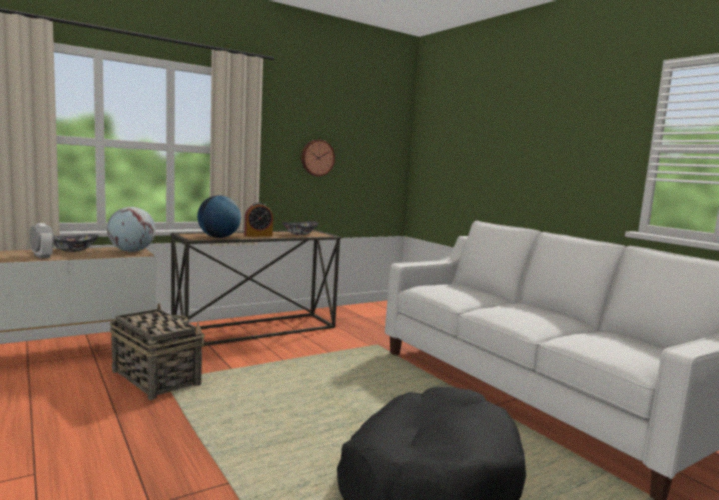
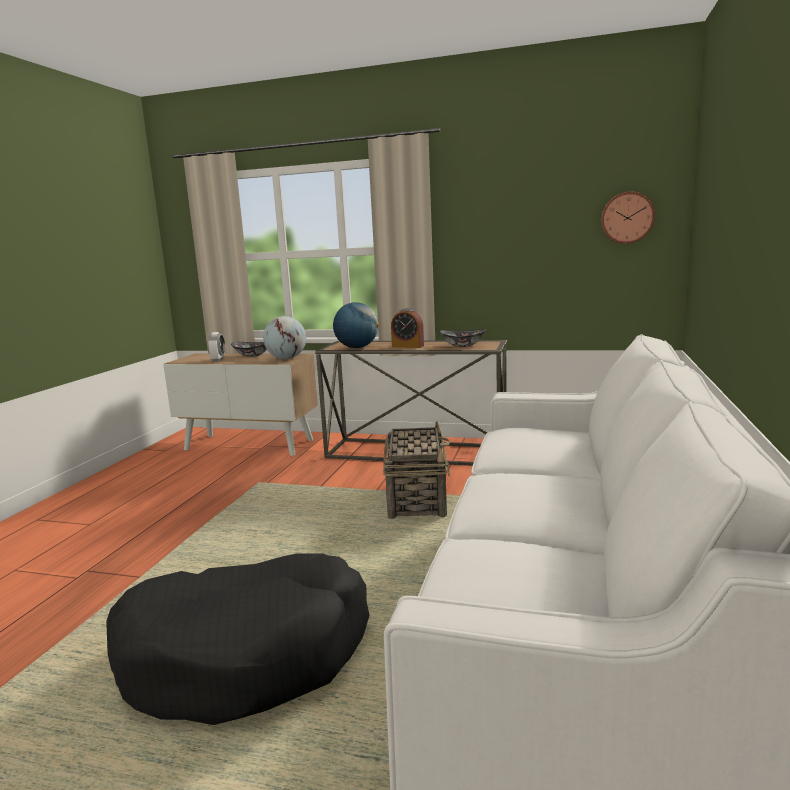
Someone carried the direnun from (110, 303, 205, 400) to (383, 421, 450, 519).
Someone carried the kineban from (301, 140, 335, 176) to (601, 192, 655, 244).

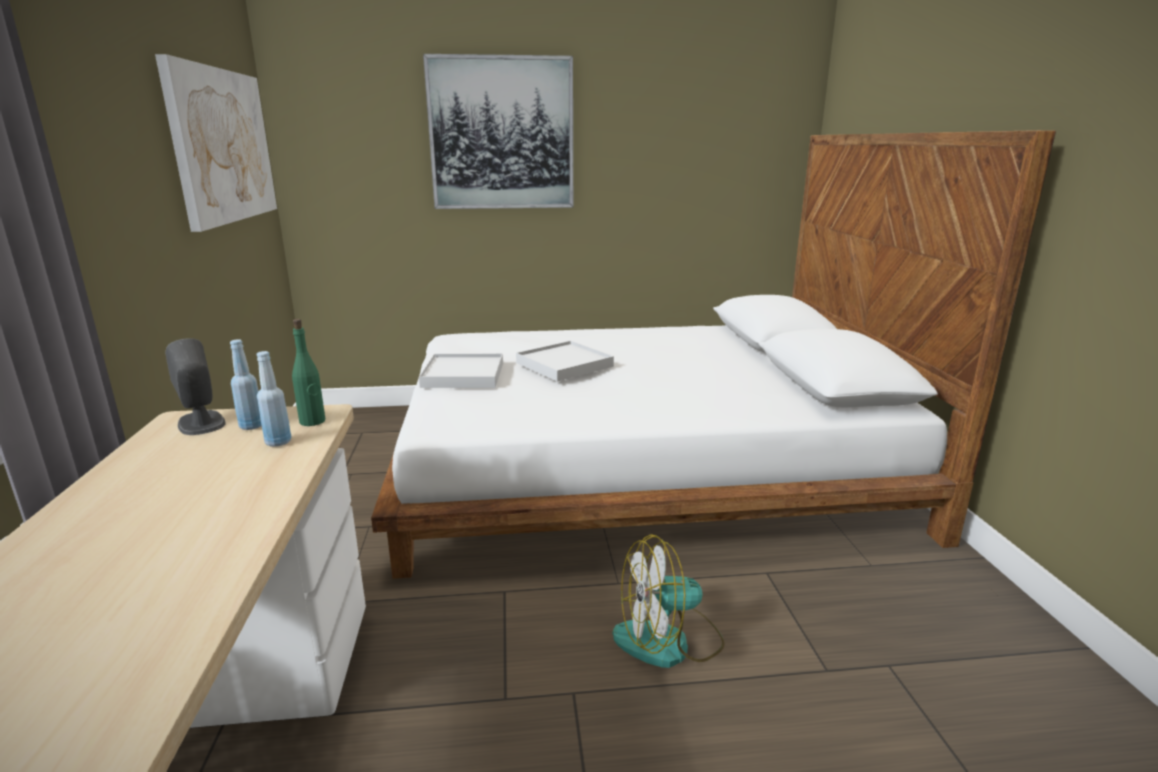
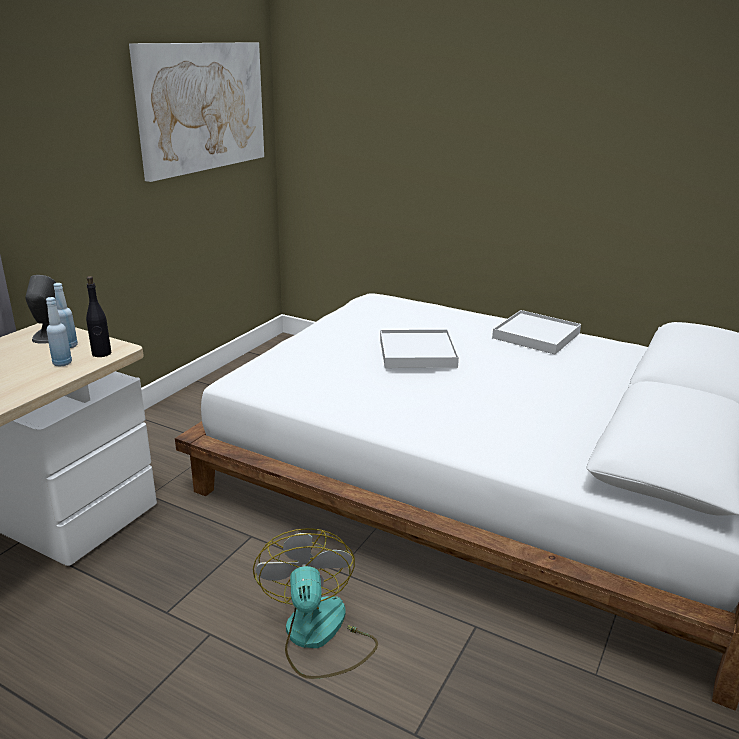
Someone took away the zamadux at (423, 54, 573, 209).
Someone carried the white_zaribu from (419, 354, 503, 388) to (492, 310, 581, 354).
Someone repainted the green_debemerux at (292, 319, 325, 426), which became the black_debemerux at (86, 276, 111, 357).
Someone rotated the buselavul at (612, 534, 725, 668) by 60 degrees clockwise.

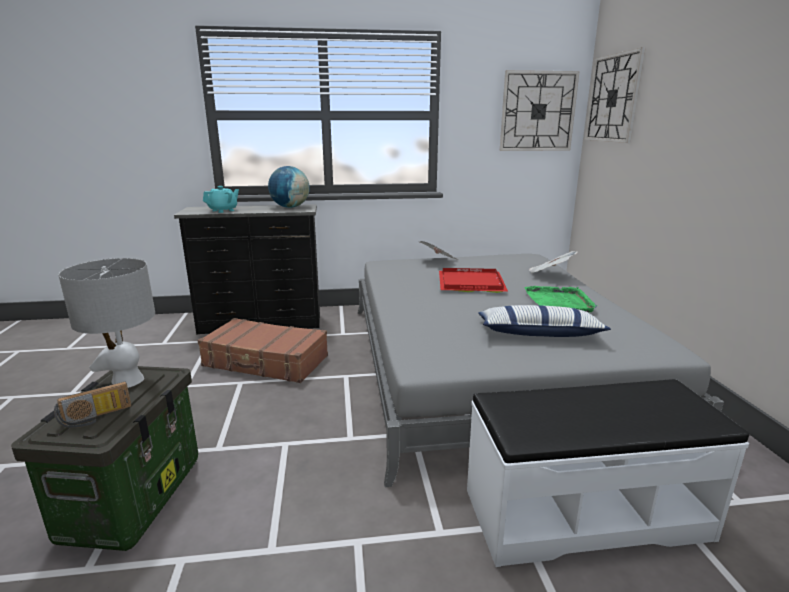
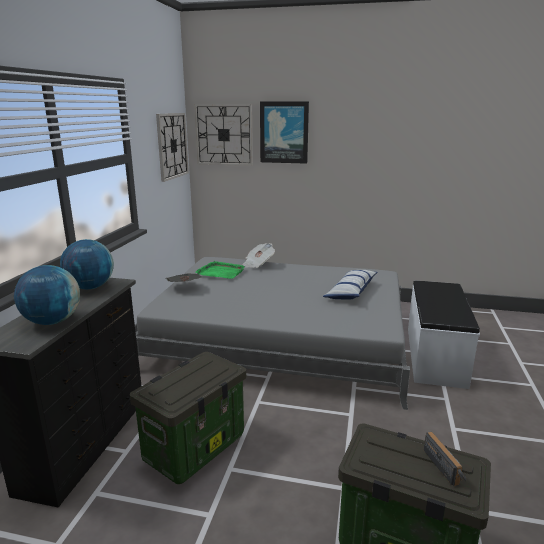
Someone took away the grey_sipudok at (58, 258, 155, 388).
Someone took away the red_zaribu at (439, 268, 508, 293).
Someone put up the zamadux at (260, 101, 309, 164).
Someone carried the green_zaribu from (524, 286, 597, 313) to (196, 261, 245, 279).
Someone swapped the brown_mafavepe at (198, 318, 328, 383) for the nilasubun at (130, 352, 246, 484).
Someone swapped the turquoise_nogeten at (203, 186, 239, 213) for the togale at (14, 265, 80, 325).

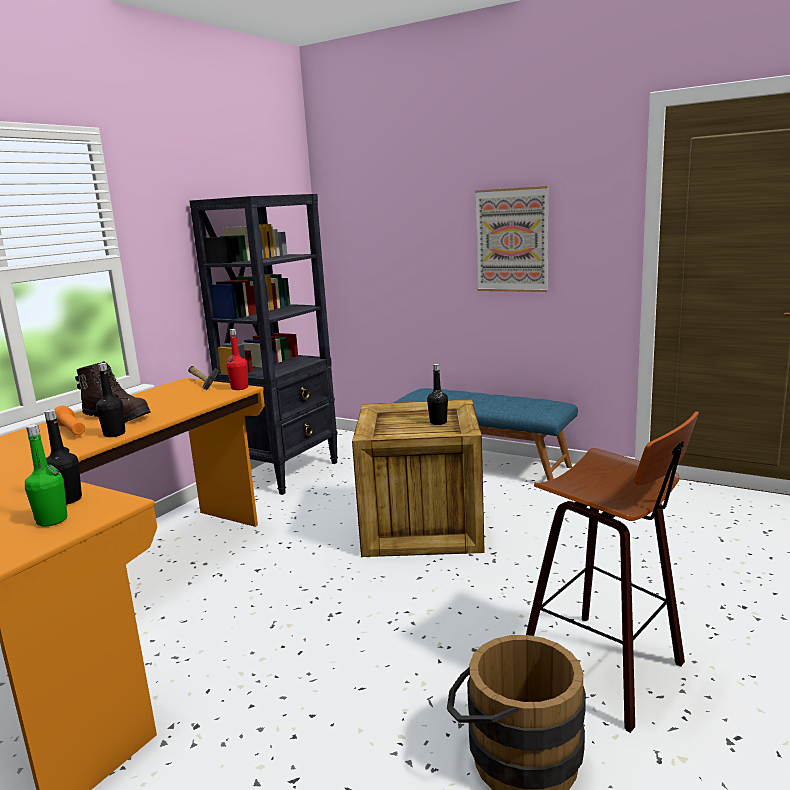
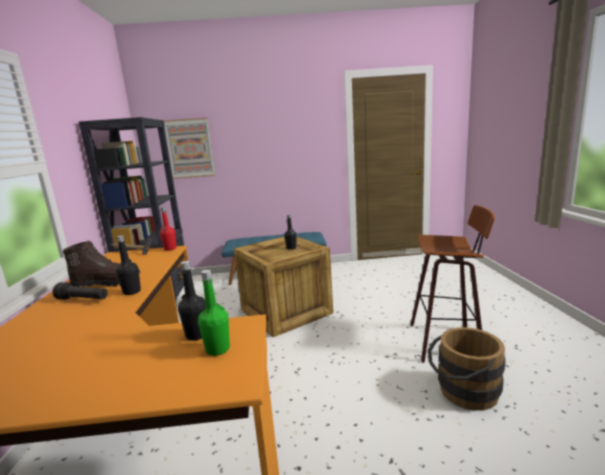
Someone carried the zamadux from (475, 186, 549, 292) to (164, 118, 215, 179).
Someone repainted the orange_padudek at (55, 406, 85, 435), which became the black_padudek at (53, 282, 108, 300).

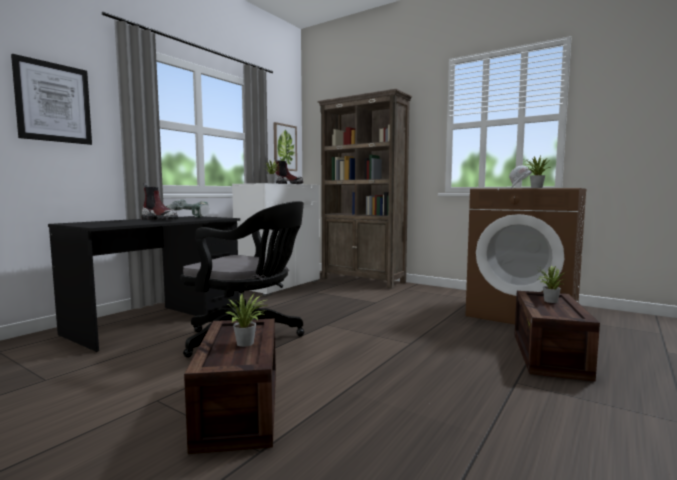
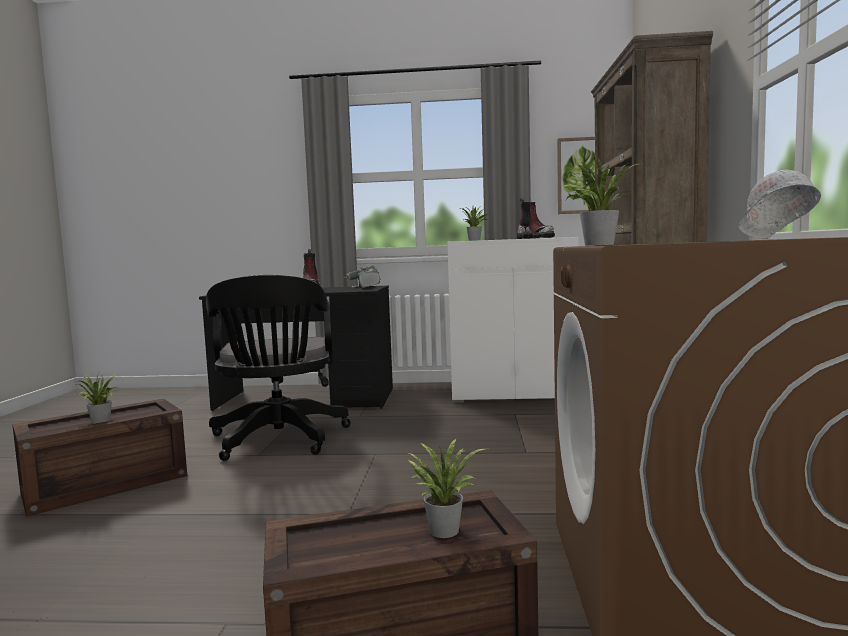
Someone took away the zamadux at (11, 54, 92, 145).

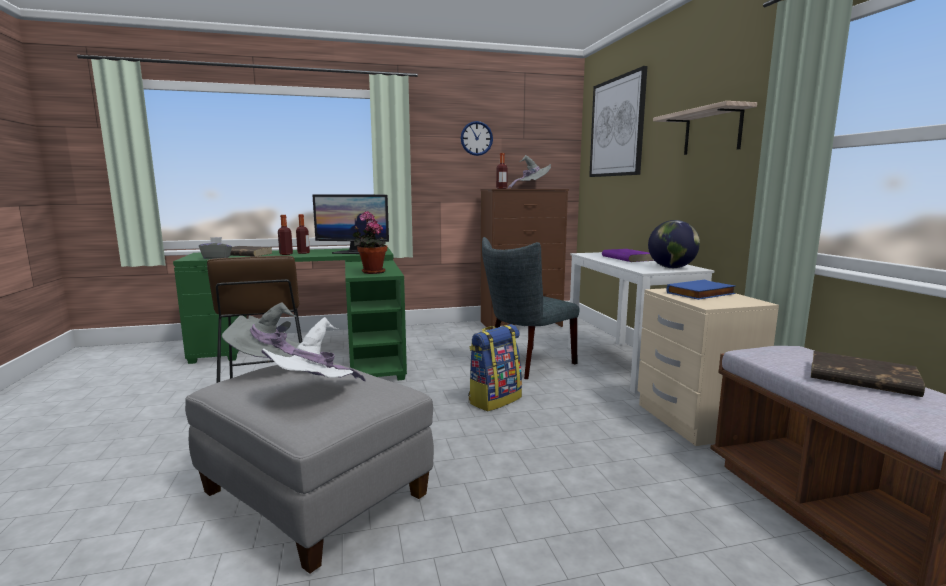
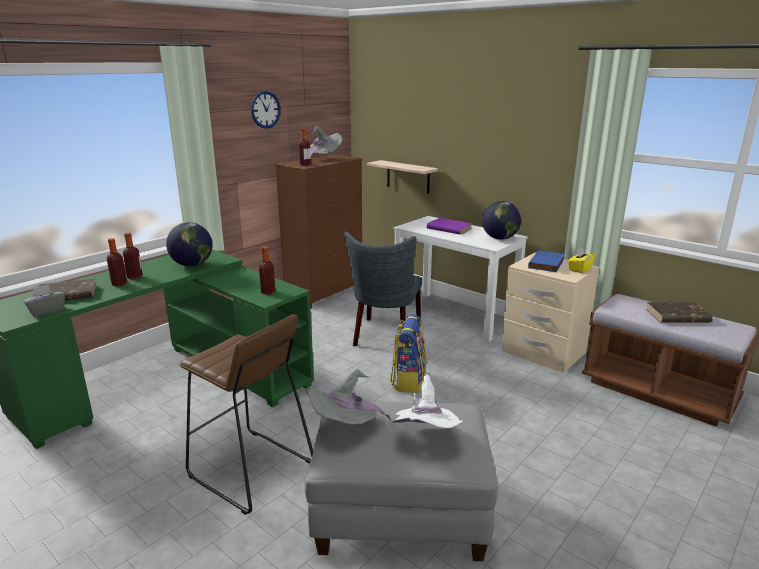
Someone took away the zamadux at (589, 66, 647, 177).
Someone put down the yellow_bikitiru at (568, 248, 595, 273).
Someone carried the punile from (653, 101, 757, 155) to (367, 160, 438, 194).
Someone swapped the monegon at (312, 195, 389, 254) for the togale at (166, 222, 213, 266).
Someone swapped the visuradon at (352, 211, 387, 274) for the debemerux at (259, 246, 276, 295).

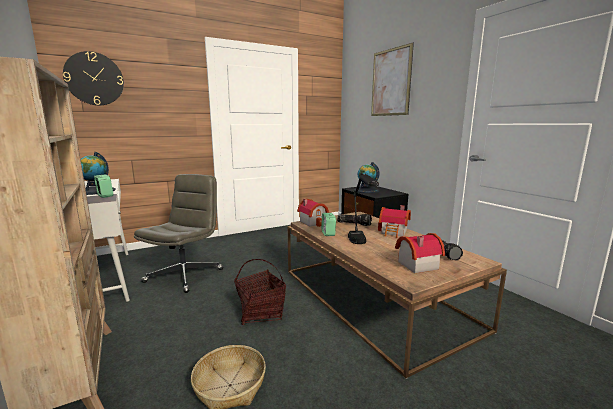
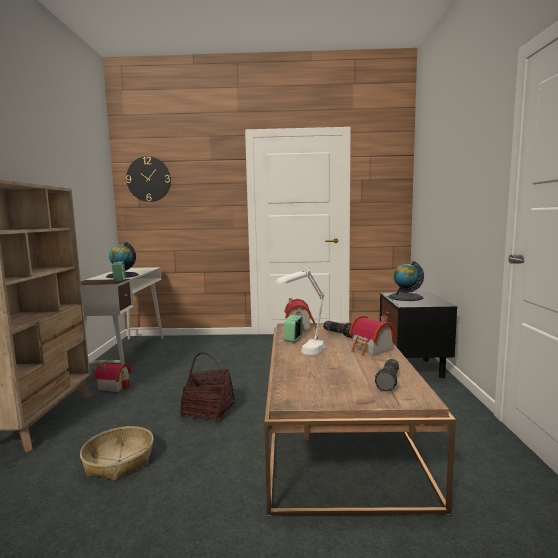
Someone took away the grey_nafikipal at (134, 174, 224, 293).
Someone took away the zamadux at (371, 43, 414, 116).
Someone carried the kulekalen from (395, 233, 445, 273) to (94, 362, 132, 392).
Someone repainted the black_sipudok at (348, 171, 379, 244), which became the white_sipudok at (275, 268, 327, 355).

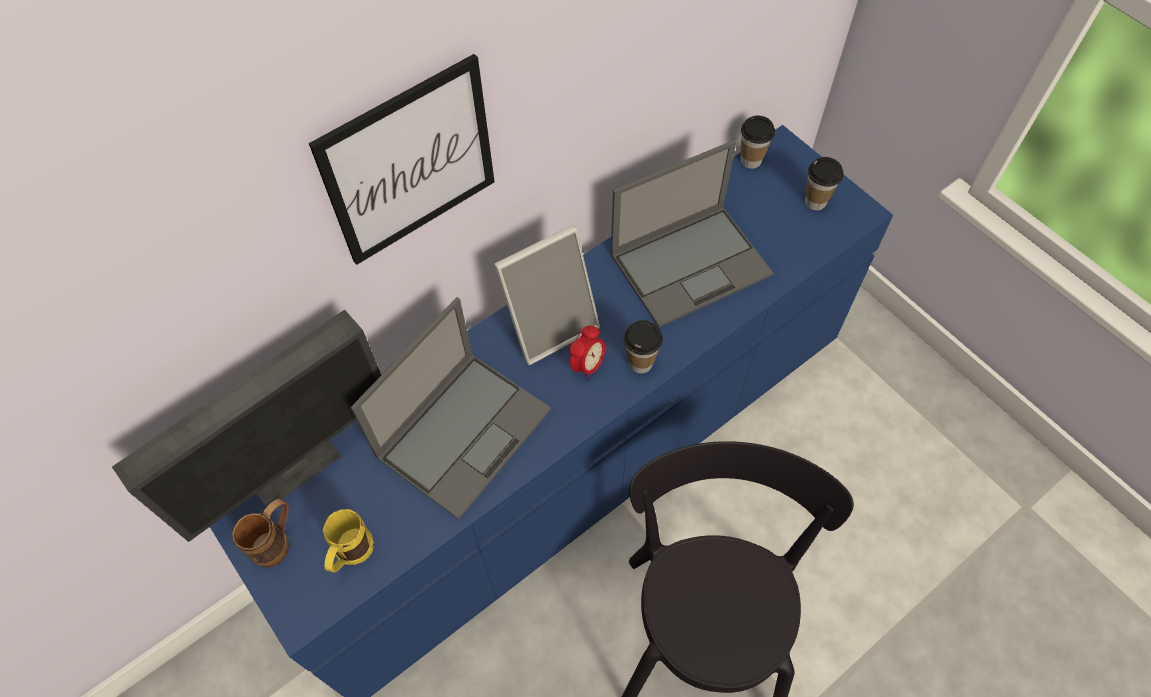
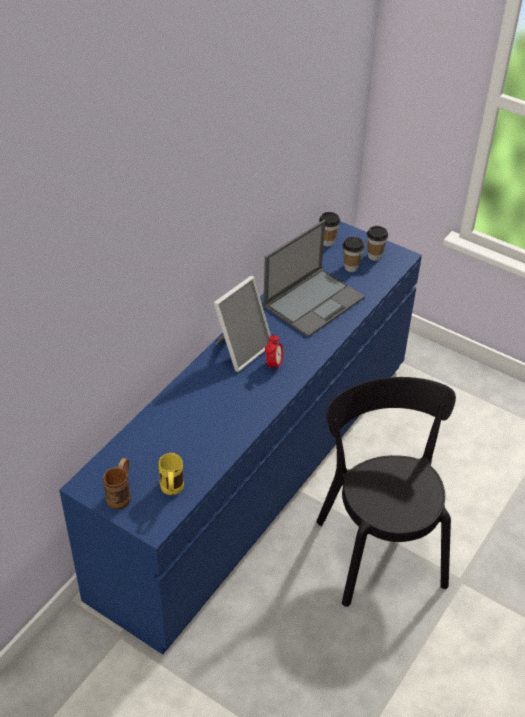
Someone took away the monegon at (112, 310, 381, 542).
Someone took away the zamadux at (309, 54, 495, 265).
Someone took away the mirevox at (350, 297, 551, 520).
Someone carried the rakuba from (624, 320, 663, 373) to (343, 237, 364, 272).

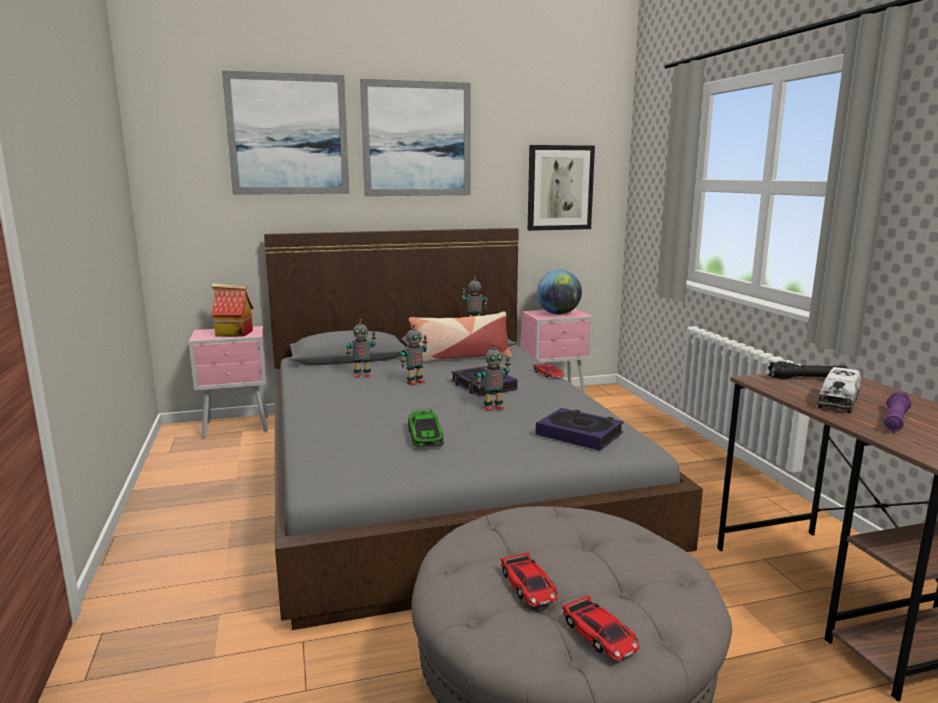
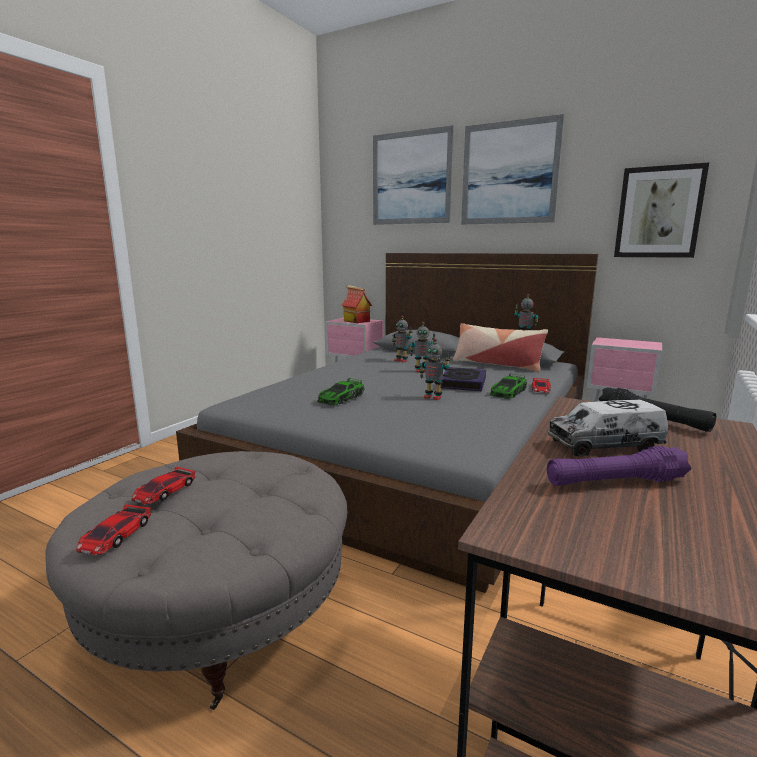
Someone took away the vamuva at (536, 408, 624, 450).
Someone took away the togale at (537, 270, 582, 314).
Someone put down the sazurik at (490, 373, 527, 399).

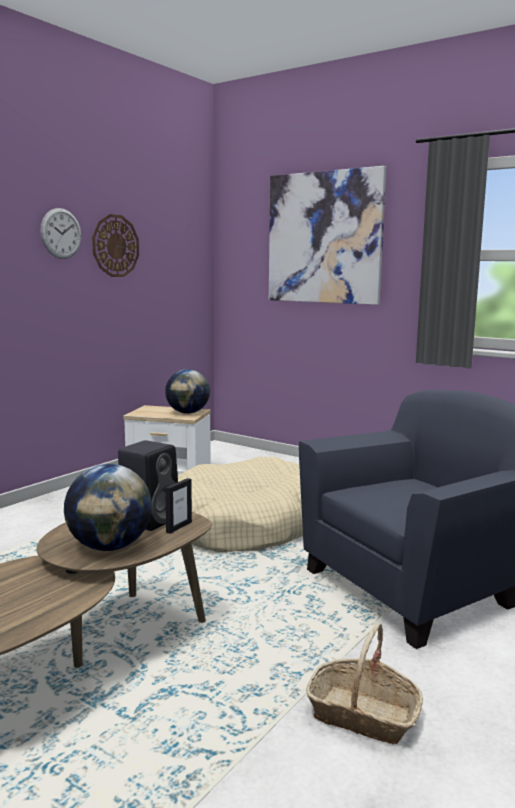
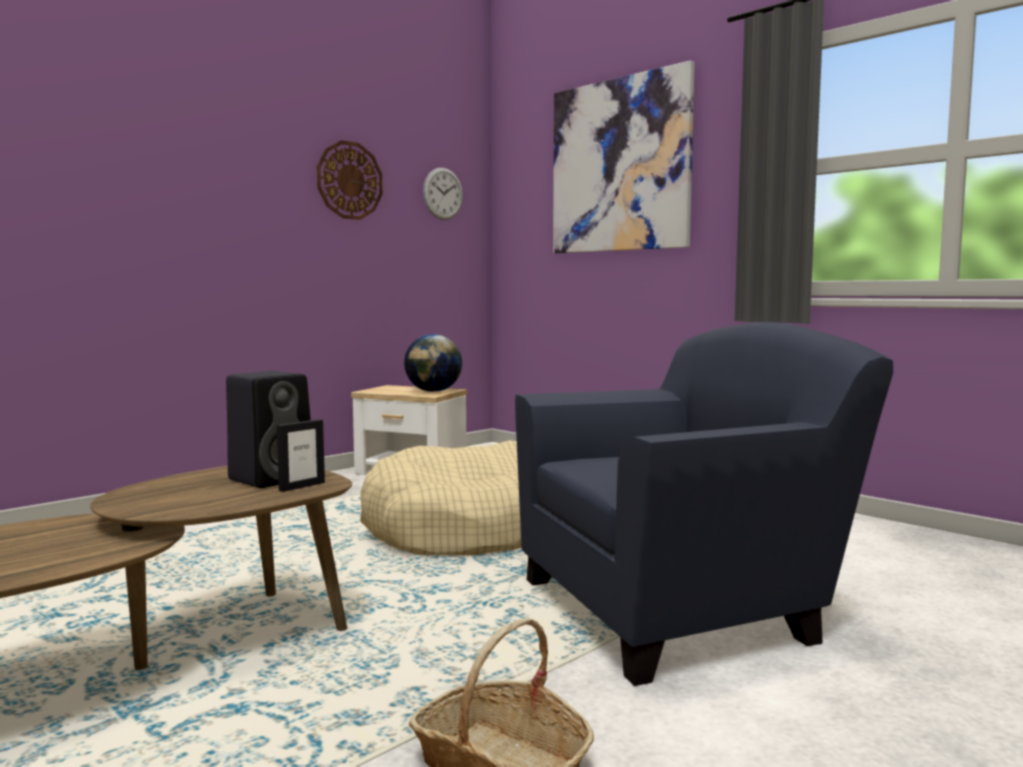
Someone took away the togale at (64, 464, 152, 551).
Someone carried the kineban from (40, 208, 81, 259) to (423, 168, 463, 220).

